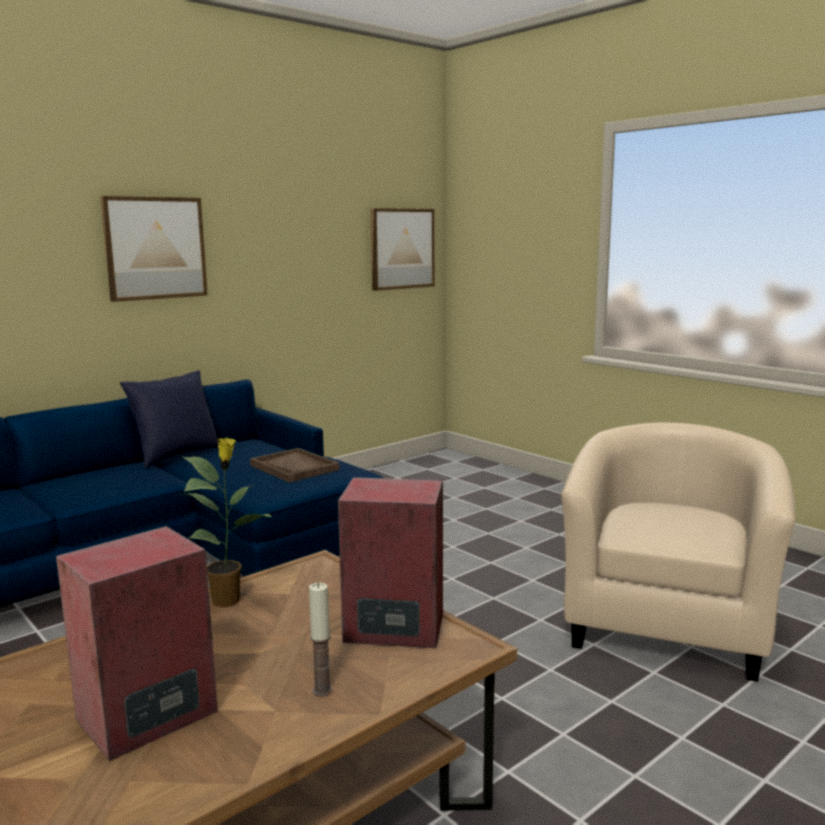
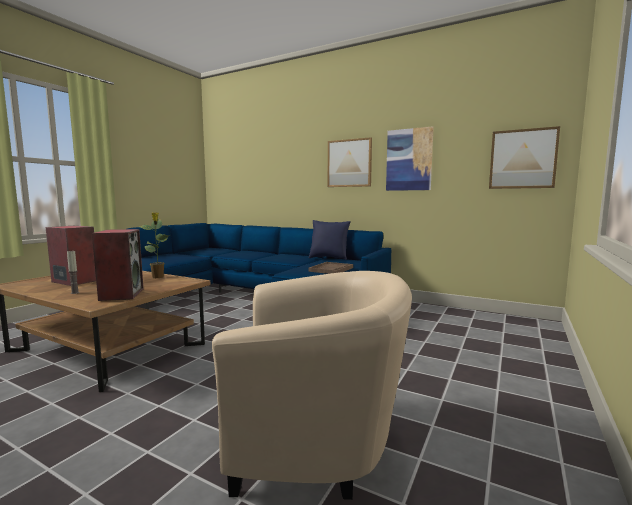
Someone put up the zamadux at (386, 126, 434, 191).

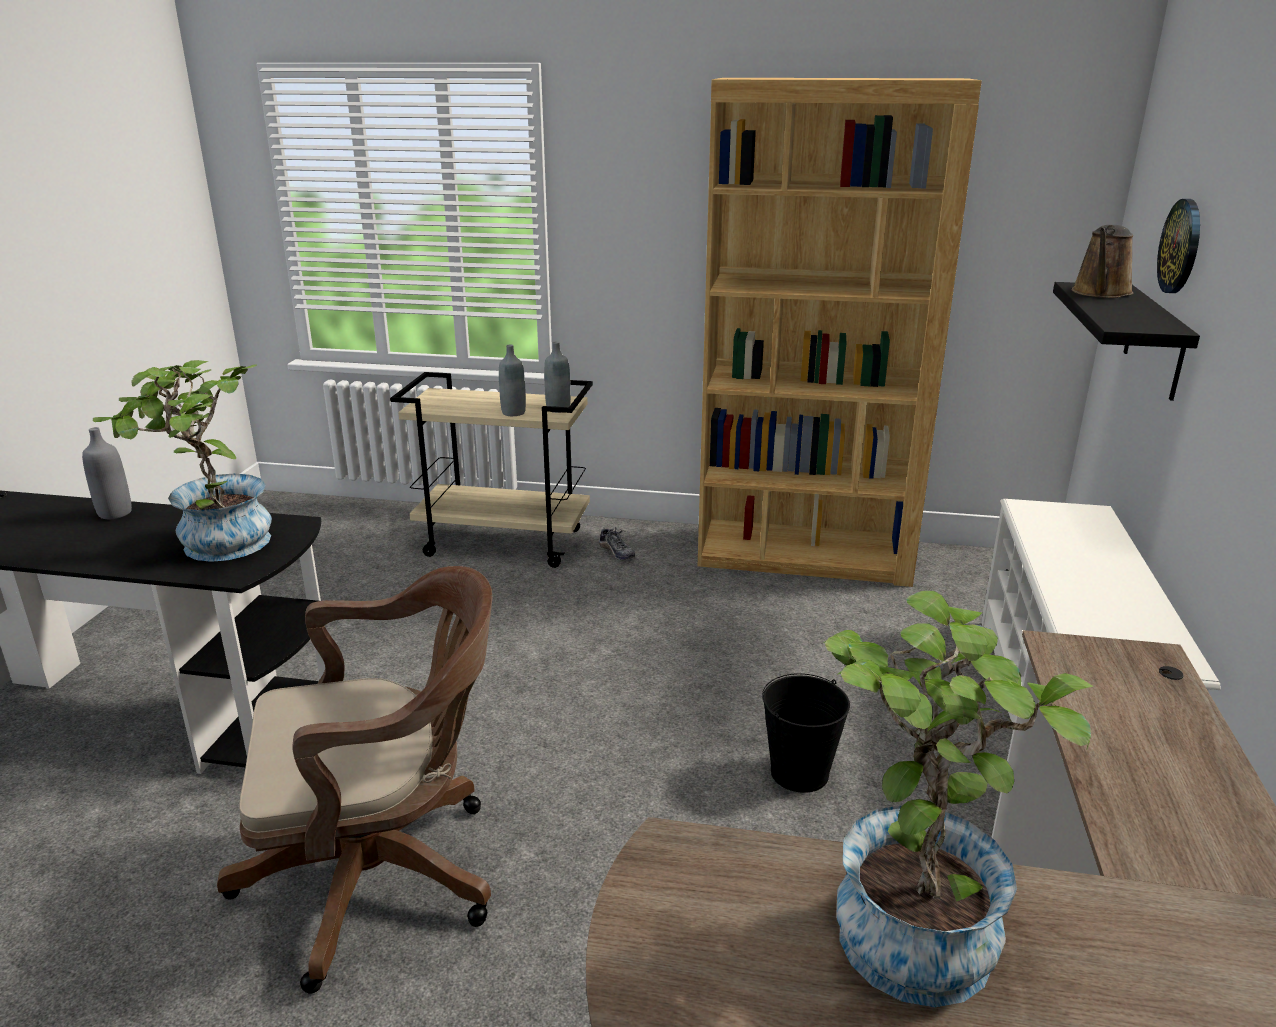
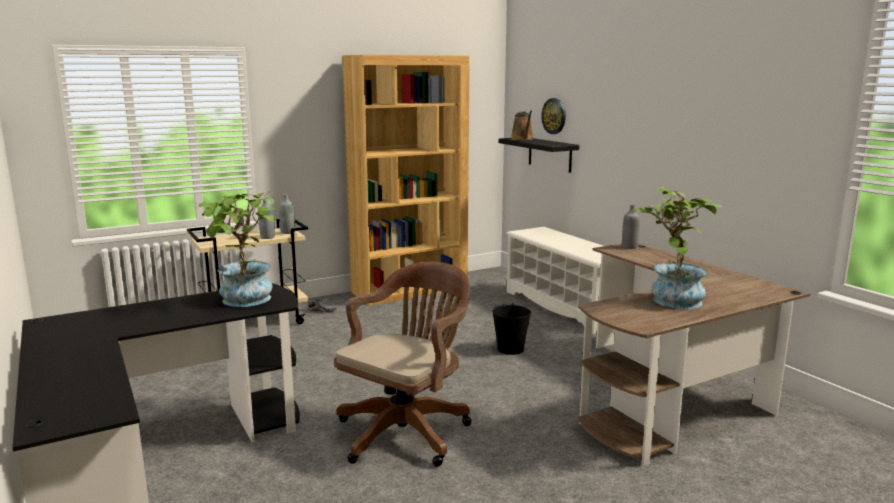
Someone carried the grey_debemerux from (82, 427, 132, 519) to (622, 204, 640, 249).

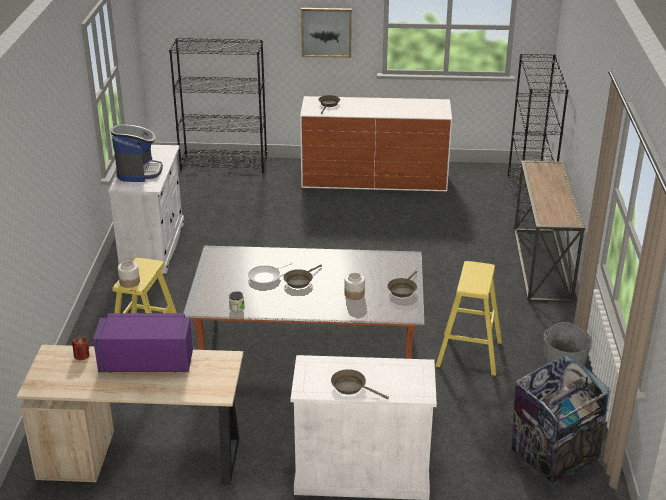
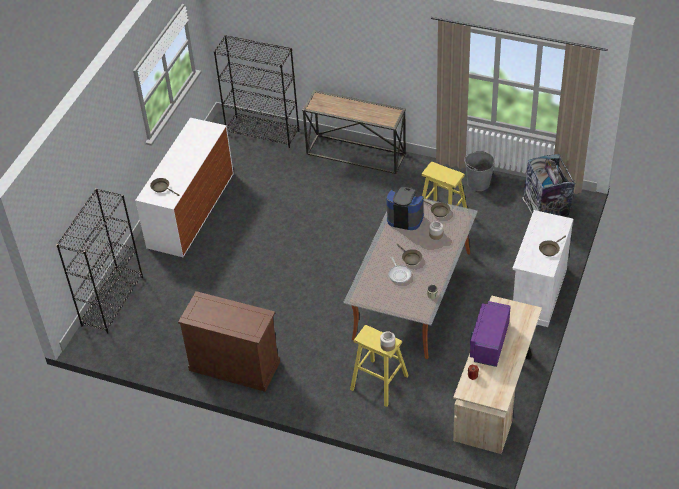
Someone took away the zamadux at (301, 8, 352, 58).
Someone carried the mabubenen from (111, 124, 163, 182) to (386, 186, 424, 230).
Someone repainted the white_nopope at (108, 145, 184, 274), which became the brown_nopope at (178, 291, 280, 392).

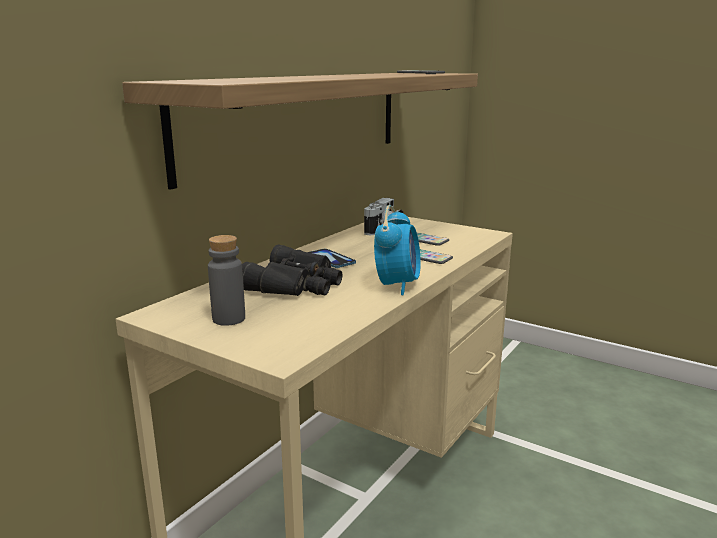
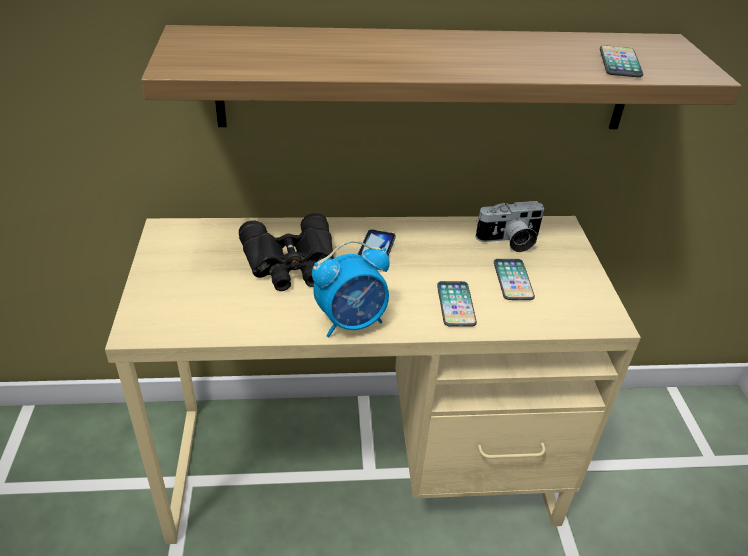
Someone took away the grey_debemerux at (208, 235, 245, 326).

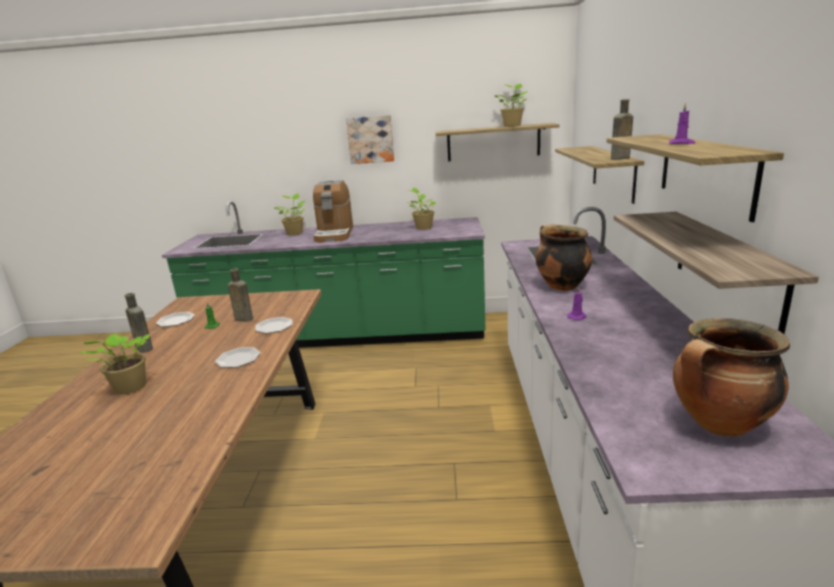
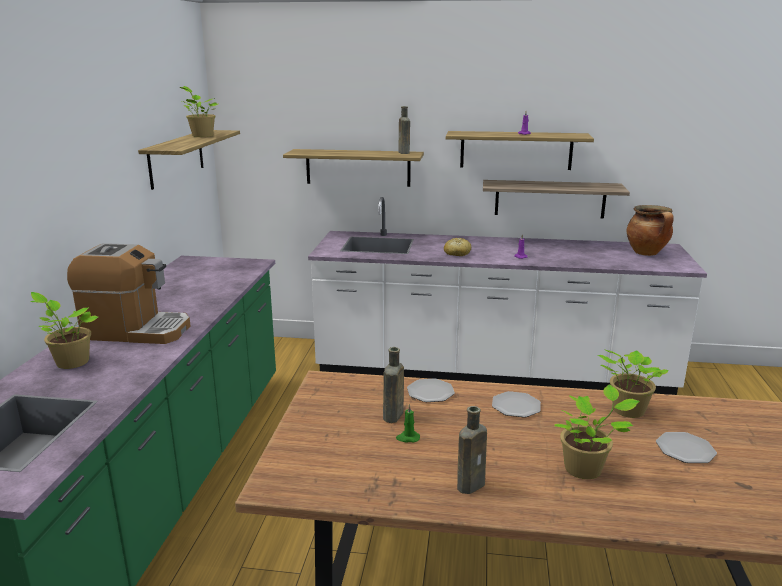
Someone took away the zamadux at (346, 115, 394, 164).
Someone carried the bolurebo from (156, 312, 195, 327) to (656, 432, 717, 463).
Someone carried the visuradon from (406, 188, 436, 230) to (598, 350, 669, 418).
Someone swapped the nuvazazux at (535, 224, 592, 291) for the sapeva at (444, 238, 471, 256).

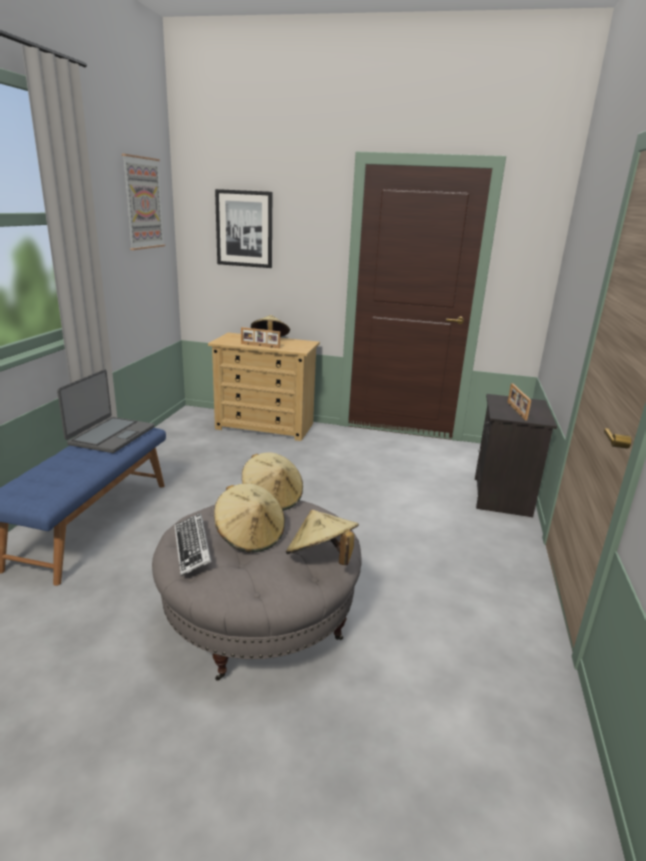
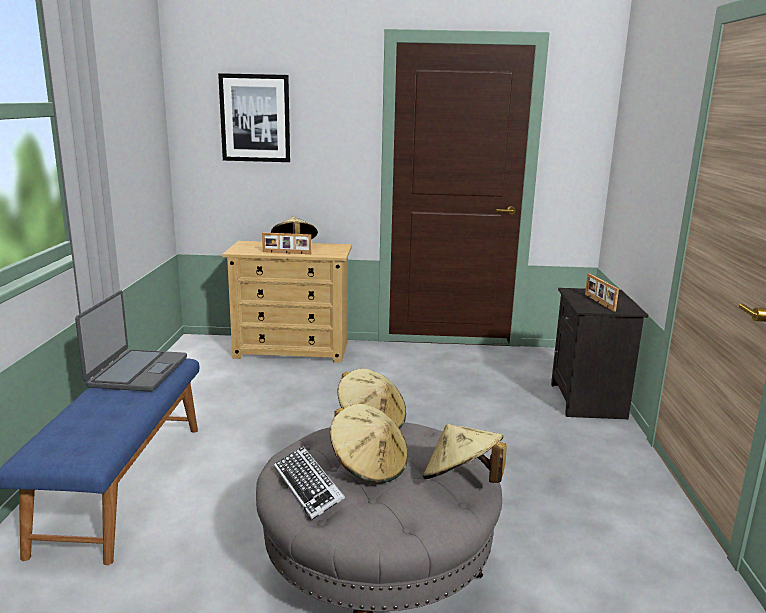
Someone took away the zamadux at (122, 154, 165, 250).

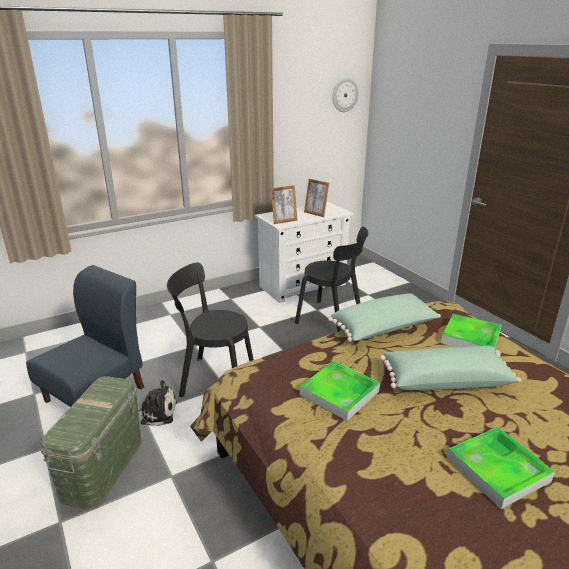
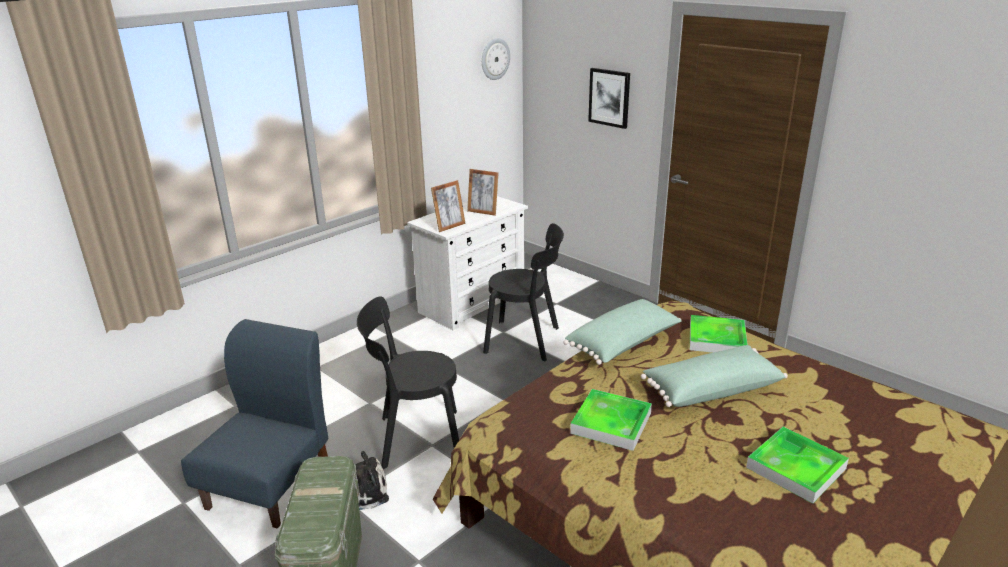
Someone put up the zamadux at (588, 68, 630, 129).

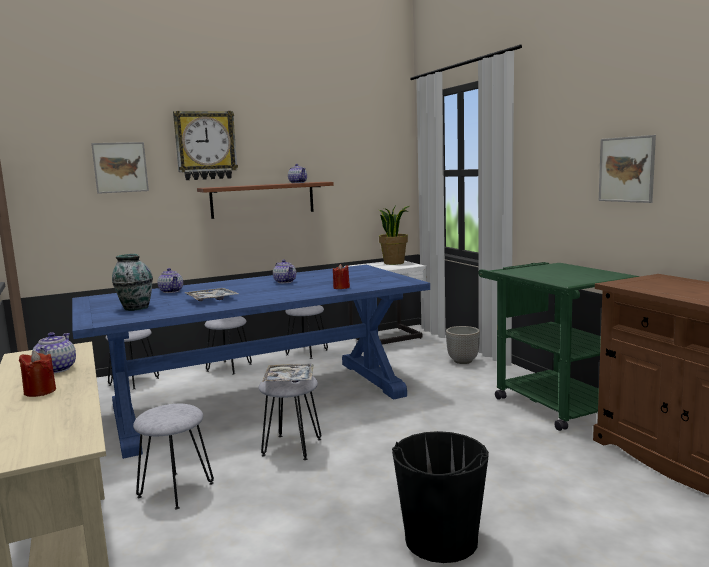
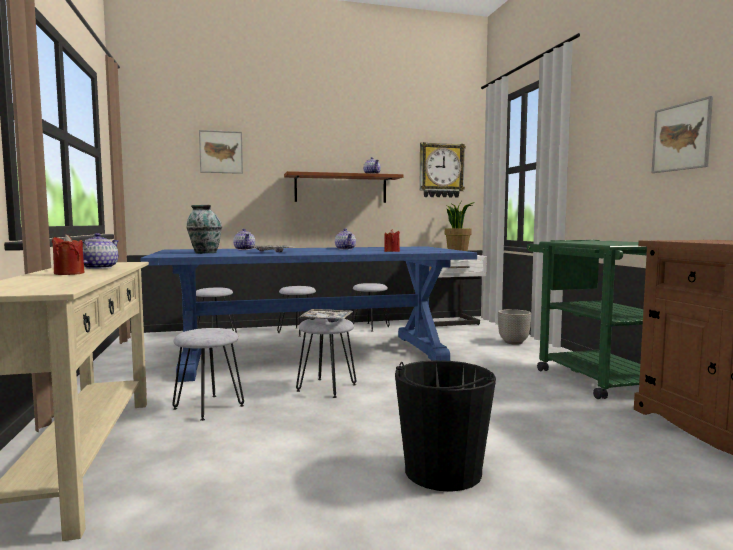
Someone carried the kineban from (173, 111, 238, 180) to (419, 142, 466, 198).

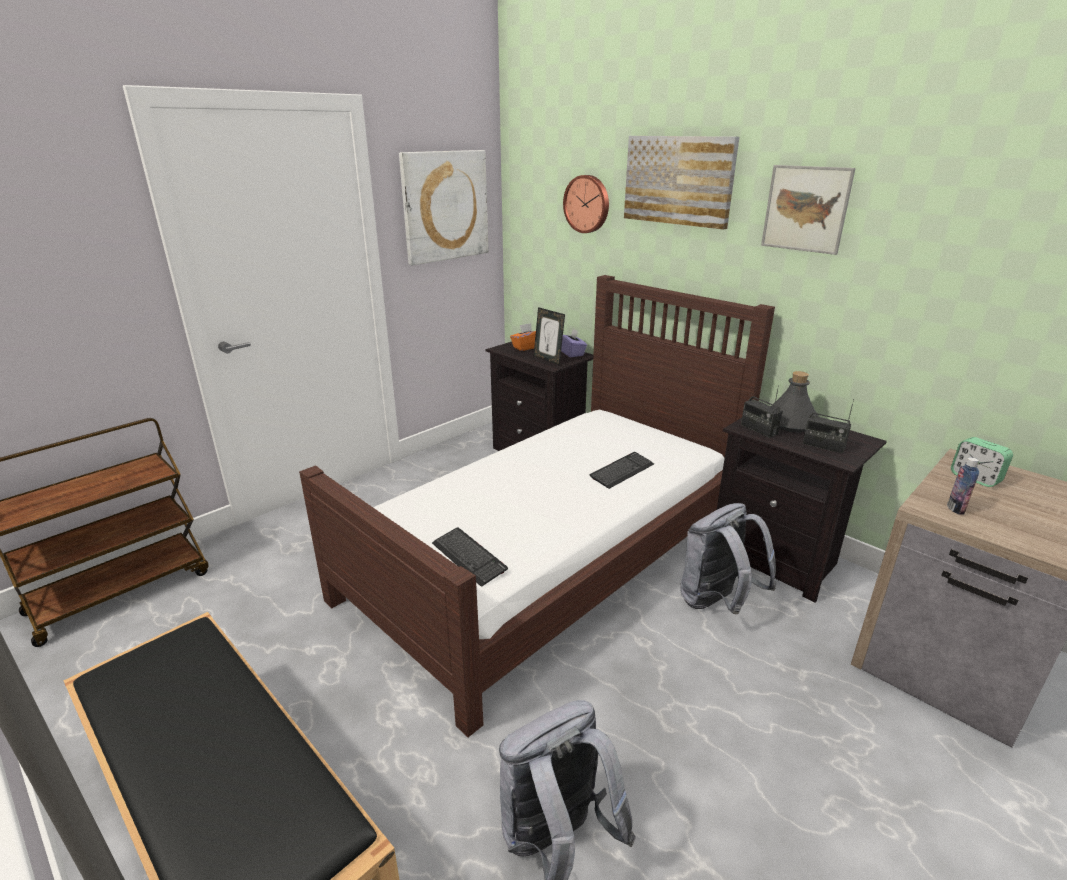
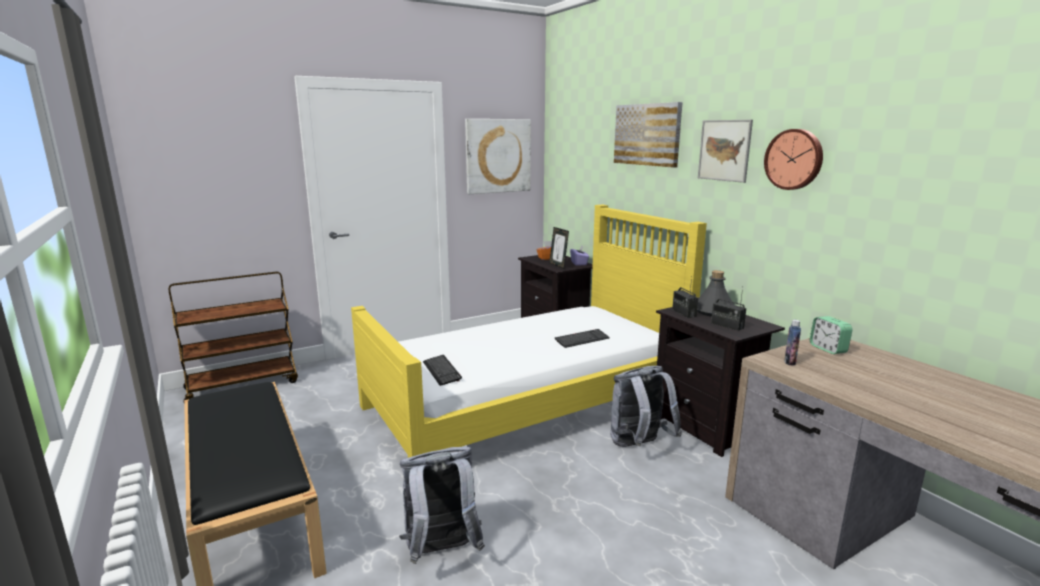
Someone carried the kineban from (563, 175, 609, 233) to (764, 129, 823, 190).
Someone repainted the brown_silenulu at (299, 275, 775, 737), which became the yellow_silenulu at (351, 204, 707, 458).

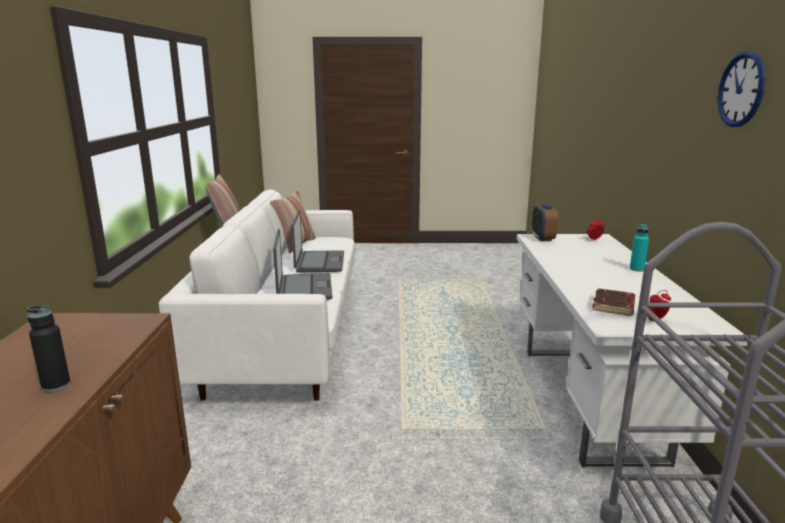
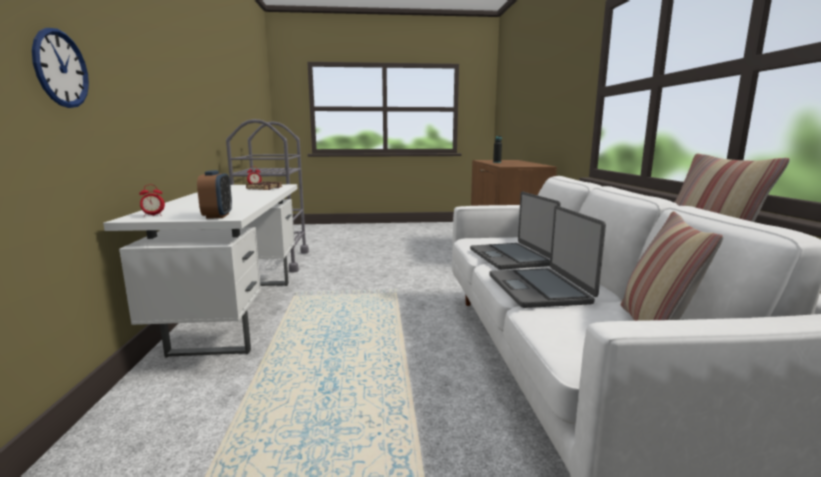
Someone took away the turquoise_debemerux at (630, 224, 649, 272).
Someone carried the kineban from (718, 51, 766, 127) to (32, 28, 89, 108).

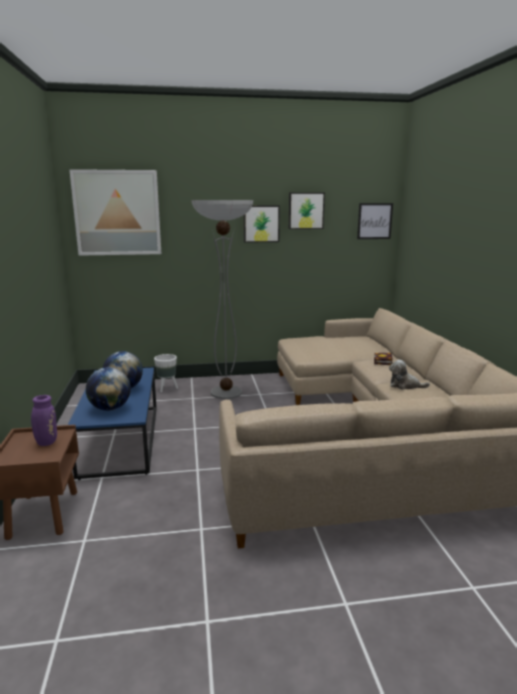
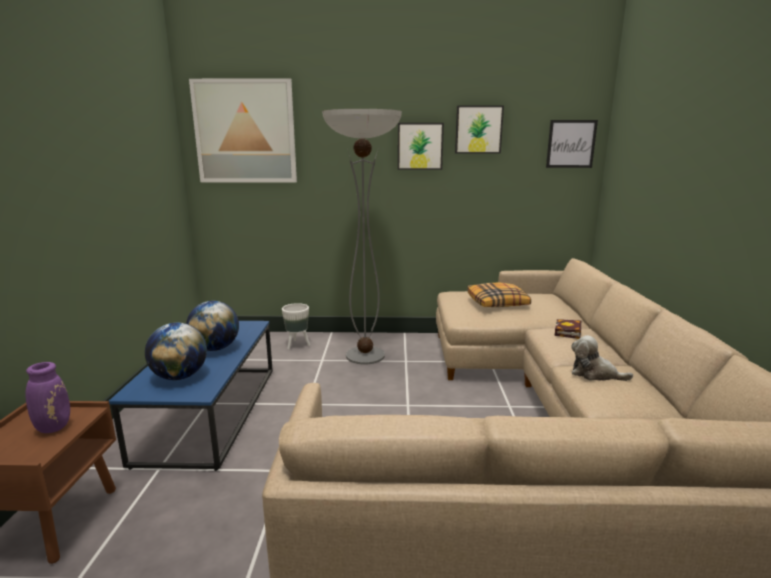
Someone put down the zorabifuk at (467, 283, 531, 307).

